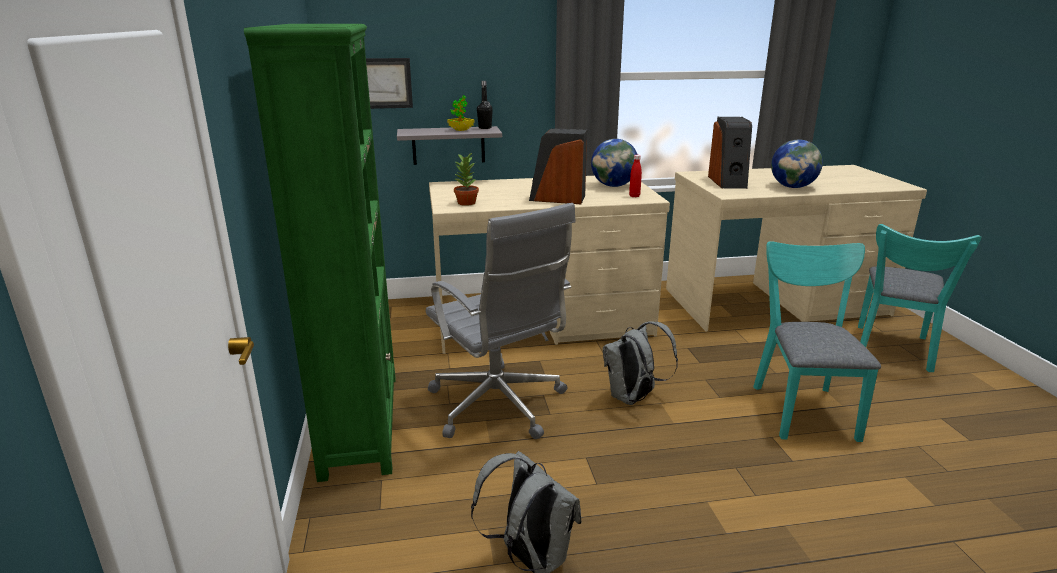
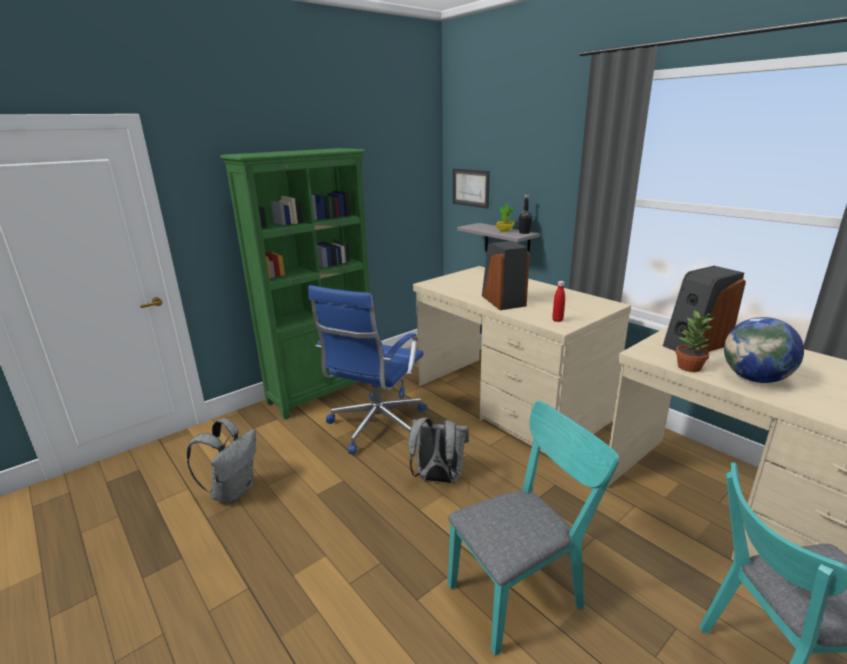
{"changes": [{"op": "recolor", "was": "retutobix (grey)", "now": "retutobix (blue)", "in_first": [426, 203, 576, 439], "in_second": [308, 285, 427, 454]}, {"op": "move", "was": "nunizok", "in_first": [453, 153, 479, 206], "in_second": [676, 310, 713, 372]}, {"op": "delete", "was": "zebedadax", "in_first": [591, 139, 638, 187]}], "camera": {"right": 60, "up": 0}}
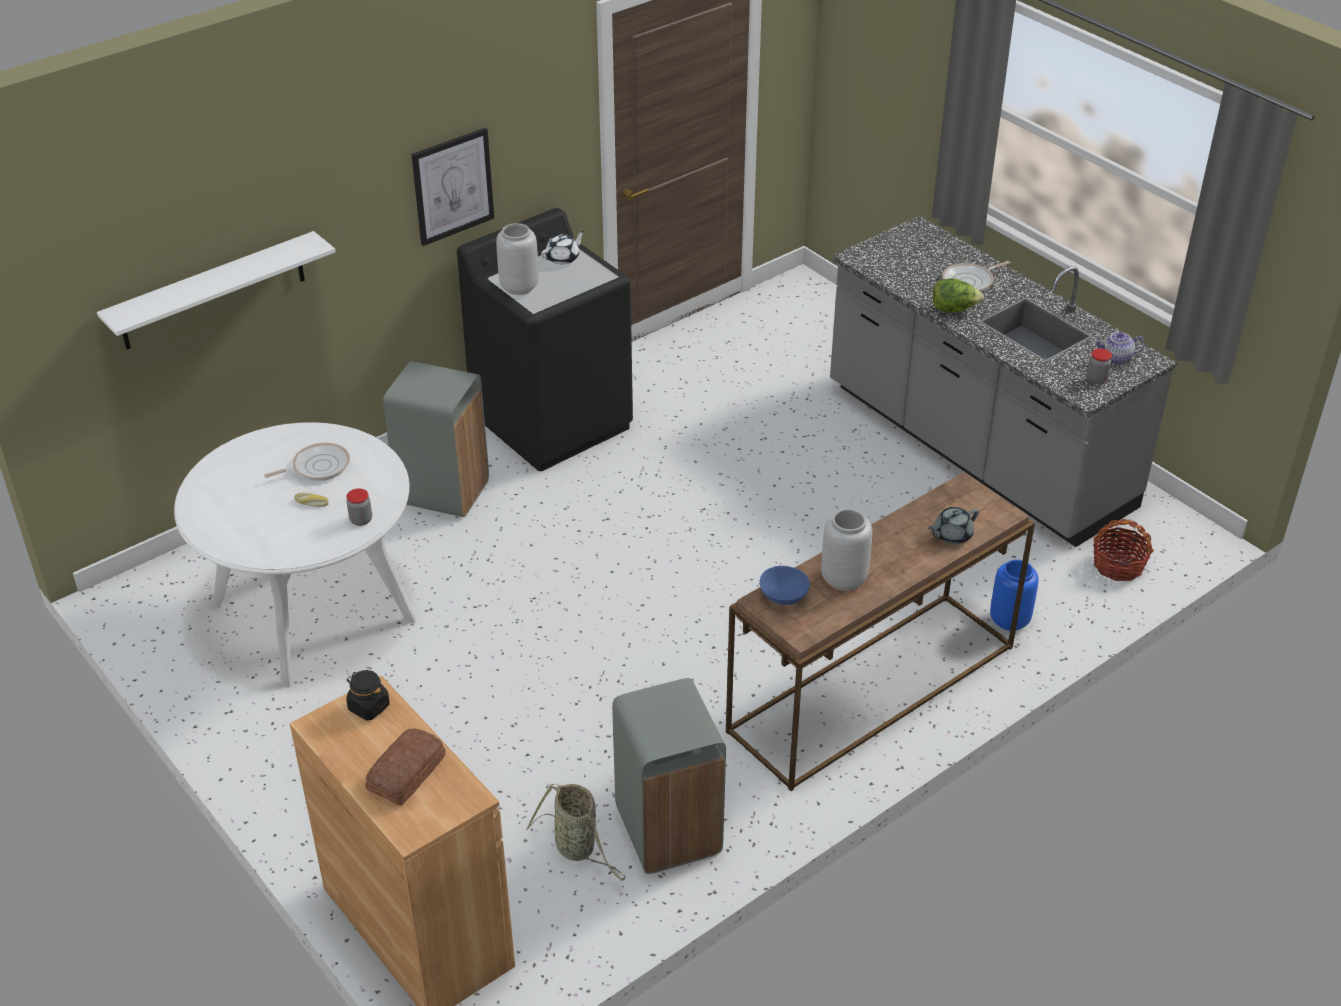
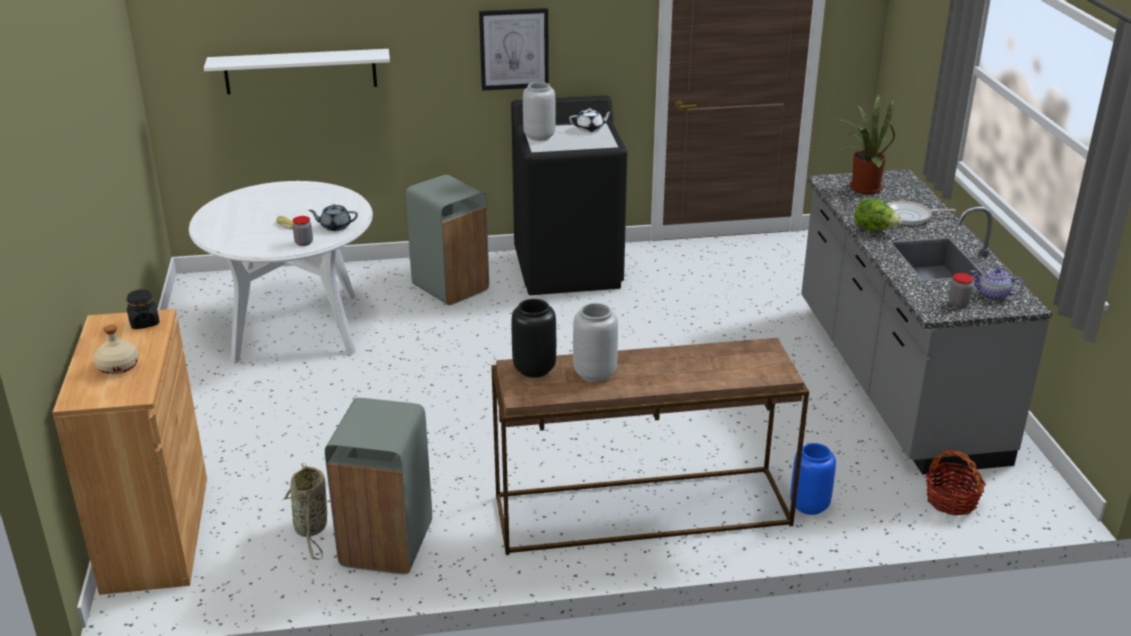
{"changes": [{"op": "delete", "was": "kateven", "in_first": [264, 443, 350, 481]}, {"op": "replace", "was": "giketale", "now": "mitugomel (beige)", "in_first": [365, 728, 446, 806], "in_second": [93, 325, 139, 374]}, {"op": "replace", "was": "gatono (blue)", "now": "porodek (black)", "in_first": [759, 566, 810, 605], "in_second": [511, 299, 556, 378]}, {"op": "move", "was": "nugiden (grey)", "in_first": [928, 507, 979, 544], "in_second": [308, 204, 358, 231]}, {"op": "insert", "now": "nunizok", "in_second": [838, 94, 895, 194]}], "camera": {"right": 30, "up": -10}}
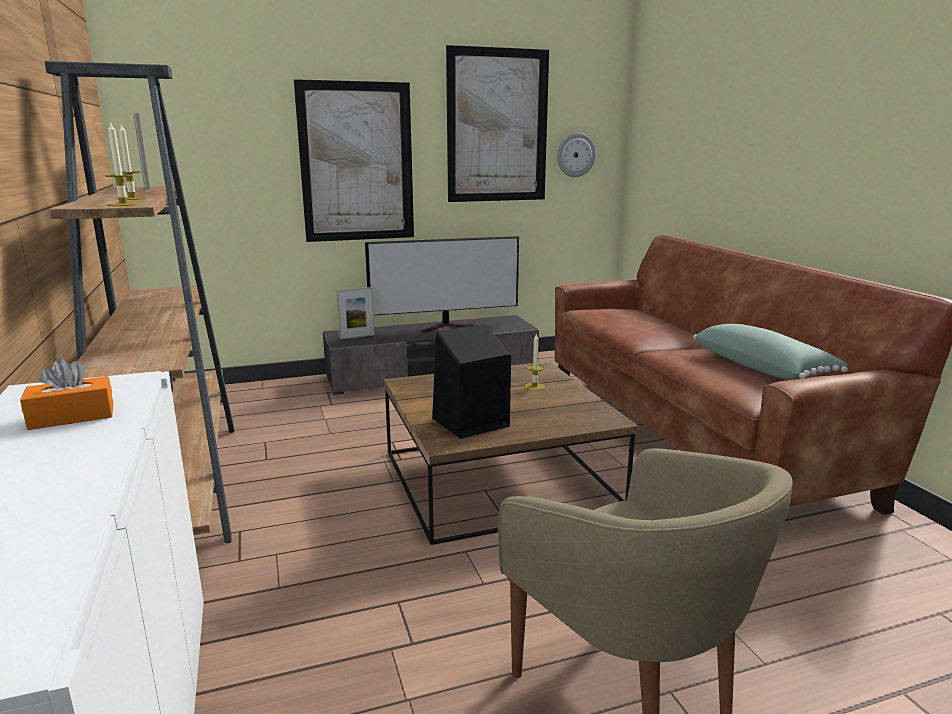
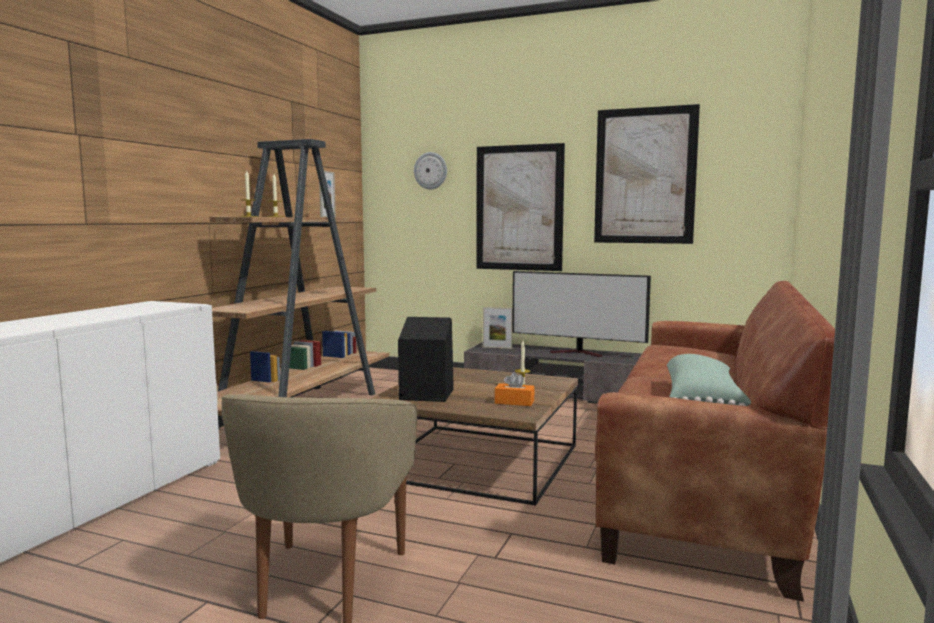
{"changes": [{"op": "move", "was": "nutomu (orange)", "in_first": [20, 358, 114, 430], "in_second": [495, 372, 535, 406]}, {"op": "move", "was": "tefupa", "in_first": [557, 133, 596, 177], "in_second": [414, 152, 447, 189]}], "camera": {"right": 40, "up": -10}}
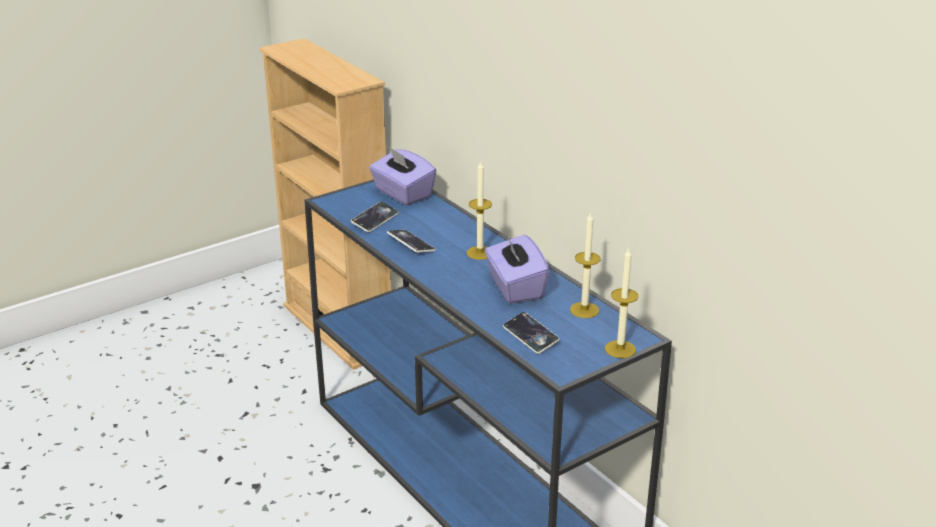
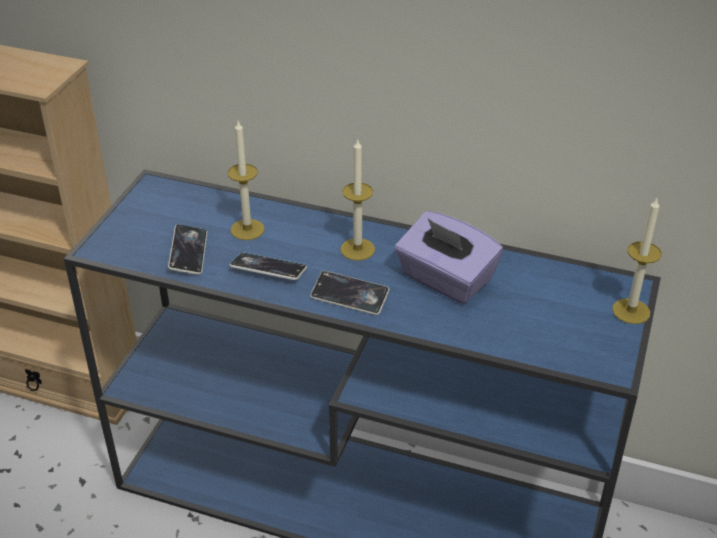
{"changes": [{"op": "delete", "was": "nutomu (purple)", "in_first": [369, 147, 436, 205]}, {"op": "move", "was": "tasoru", "in_first": [503, 312, 560, 354], "in_second": [310, 271, 390, 315]}, {"op": "move", "was": "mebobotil", "in_first": [570, 212, 601, 318], "in_second": [228, 121, 265, 240]}], "camera": {"right": -35, "up": 10}}
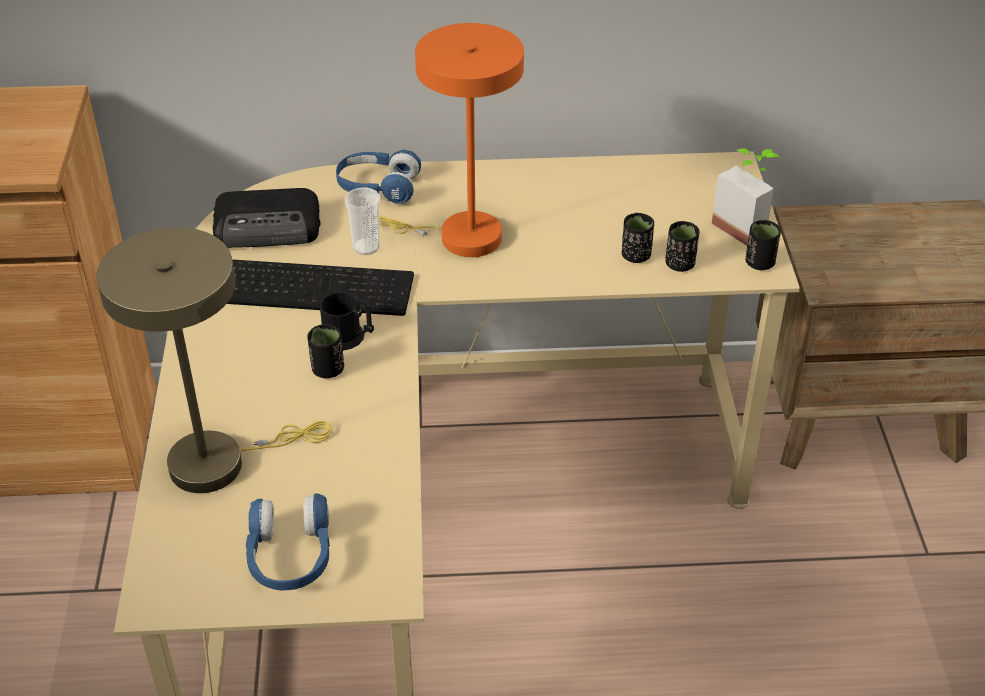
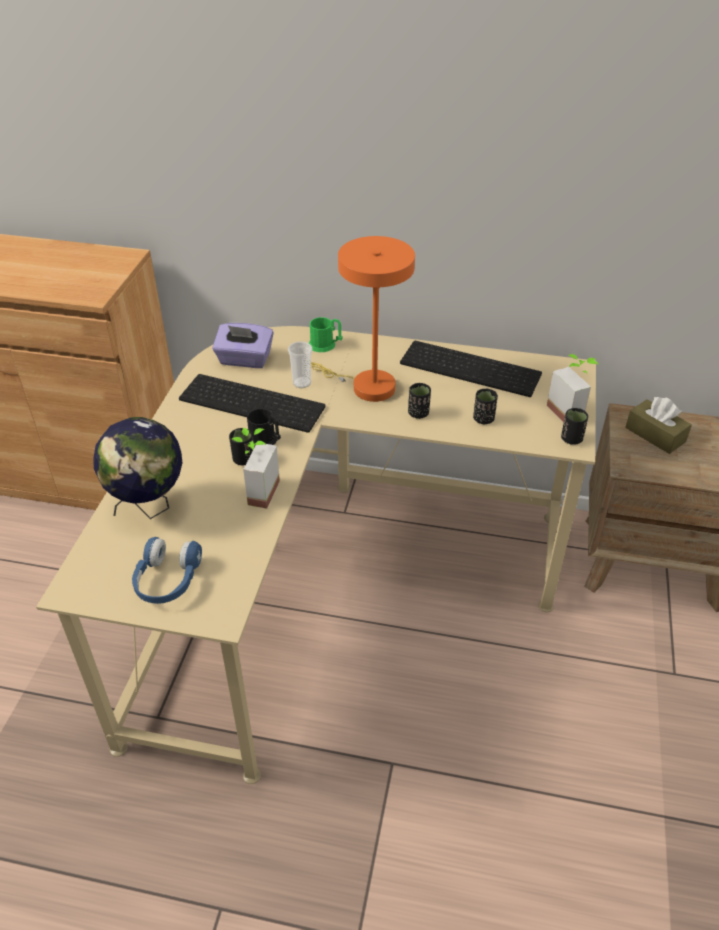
{"changes": [{"op": "replace", "was": "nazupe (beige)", "now": "zebedadax", "in_first": [96, 227, 331, 493], "in_second": [94, 417, 182, 519]}, {"op": "replace", "was": "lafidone", "now": "nutomu (purple)", "in_first": [213, 188, 321, 248], "in_second": [212, 323, 274, 368]}, {"op": "replace", "was": "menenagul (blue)", "now": "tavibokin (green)", "in_first": [336, 150, 421, 204], "in_second": [309, 317, 342, 352]}, {"op": "move", "was": "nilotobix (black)", "in_first": [665, 221, 699, 272], "in_second": [408, 383, 431, 419]}, {"op": "insert", "now": "nunizok", "in_second": [232, 428, 280, 509]}, {"op": "insert", "now": "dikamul", "in_second": [400, 341, 542, 397]}, {"op": "insert", "now": "nutomu (brown)", "in_second": [625, 397, 692, 454]}], "camera": {"right": 15, "up": 0}}
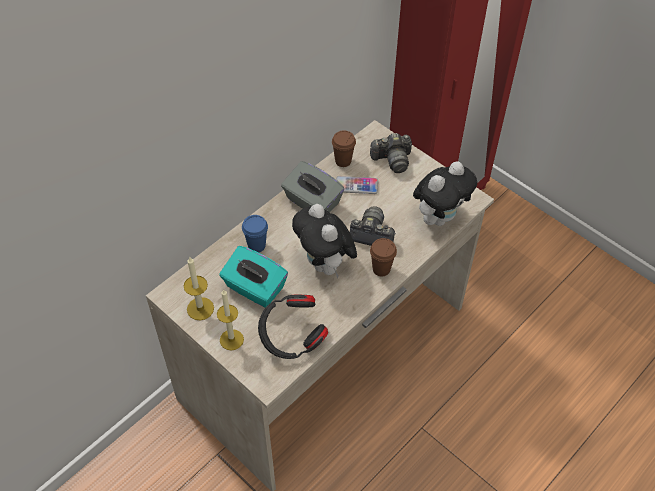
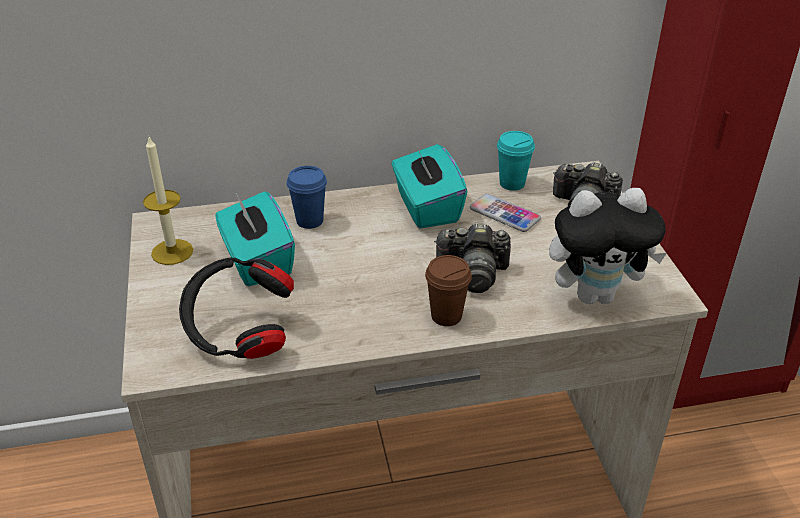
{"changes": [{"op": "delete", "was": "mebobotil", "in_first": [217, 289, 244, 351]}, {"op": "recolor", "was": "nutomu (grey)", "now": "nutomu (turquoise)", "in_first": [281, 161, 344, 212], "in_second": [391, 144, 467, 228]}, {"op": "delete", "was": "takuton", "in_first": [292, 204, 357, 278]}, {"op": "recolor", "was": "nilotobix (brown)", "now": "nilotobix (turquoise)", "in_first": [332, 130, 356, 167], "in_second": [497, 131, 535, 191]}, {"op": "rotate", "was": "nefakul", "in_first": [350, 206, 396, 246], "in_second": [434, 223, 511, 293], "clockwise": 135}], "camera": {"right": 35, "up": -15}}
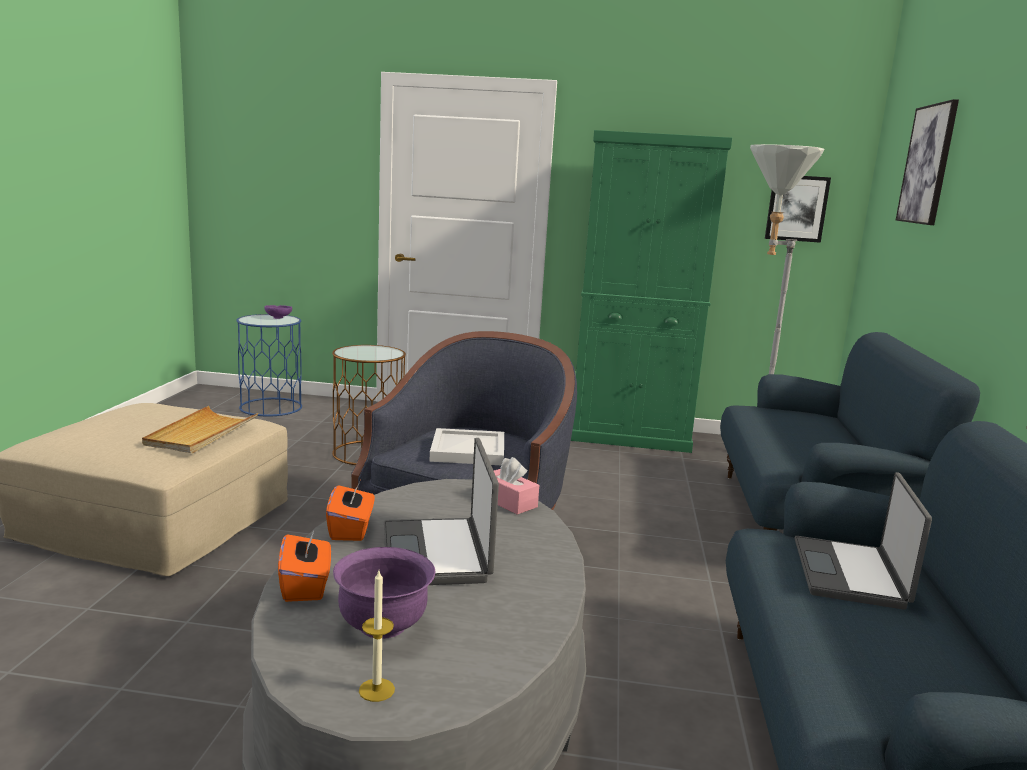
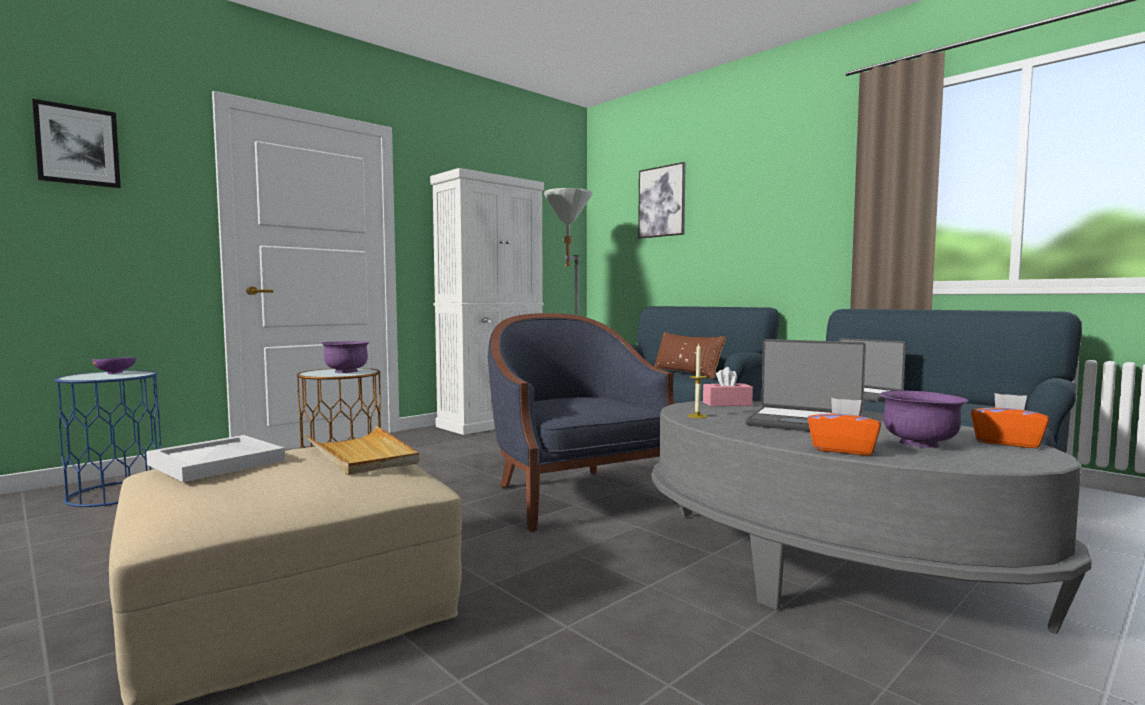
{"changes": [{"op": "move", "was": "nutomu (orange)", "in_first": [326, 480, 375, 541], "in_second": [971, 393, 1049, 448]}, {"op": "move", "was": "mebobotil", "in_first": [359, 571, 395, 702], "in_second": [688, 344, 707, 418]}, {"op": "move", "was": "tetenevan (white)", "in_first": [429, 428, 504, 465], "in_second": [146, 435, 285, 482]}, {"op": "recolor", "was": "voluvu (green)", "now": "voluvu (white)", "in_first": [571, 130, 732, 453], "in_second": [430, 168, 544, 435]}, {"op": "move", "was": "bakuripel", "in_first": [765, 176, 831, 243], "in_second": [32, 99, 121, 188]}, {"op": "insert", "now": "gatono (purple)", "in_second": [320, 341, 370, 373]}, {"op": "insert", "now": "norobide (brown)", "in_second": [654, 332, 726, 379]}], "camera": {"right": -50, "up": -10}}
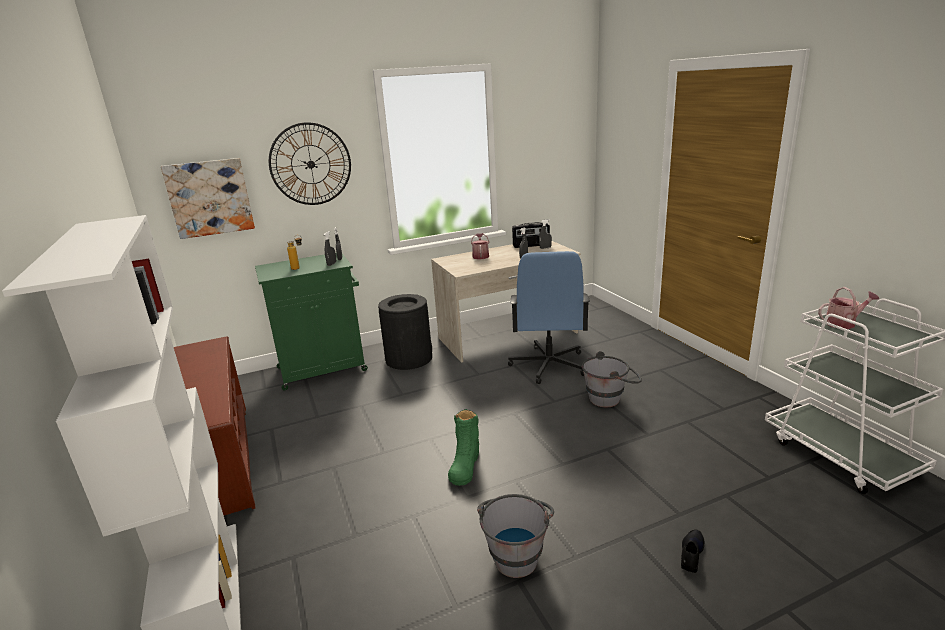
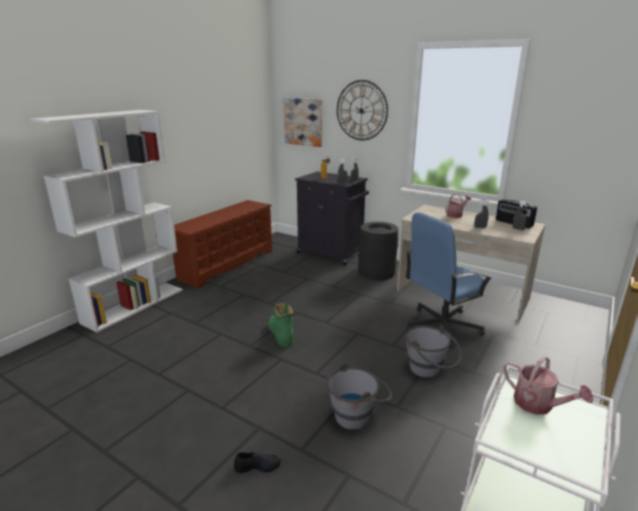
{"changes": [{"op": "recolor", "was": "voluvu (green)", "now": "voluvu (black)", "in_first": [255, 253, 368, 390], "in_second": [295, 171, 369, 265]}, {"op": "rotate", "was": "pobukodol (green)", "in_first": [448, 409, 479, 486], "in_second": [268, 303, 294, 347], "clockwise": 90}, {"op": "move", "was": "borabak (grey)", "in_first": [477, 494, 554, 578], "in_second": [326, 363, 392, 430]}], "camera": {"right": 55, "up": 0}}
